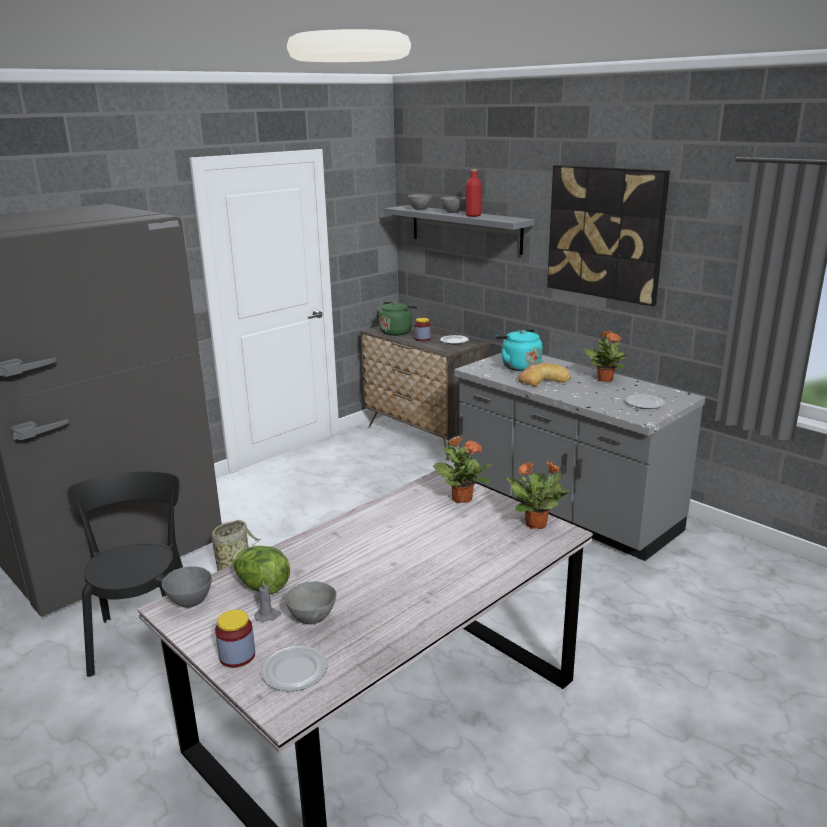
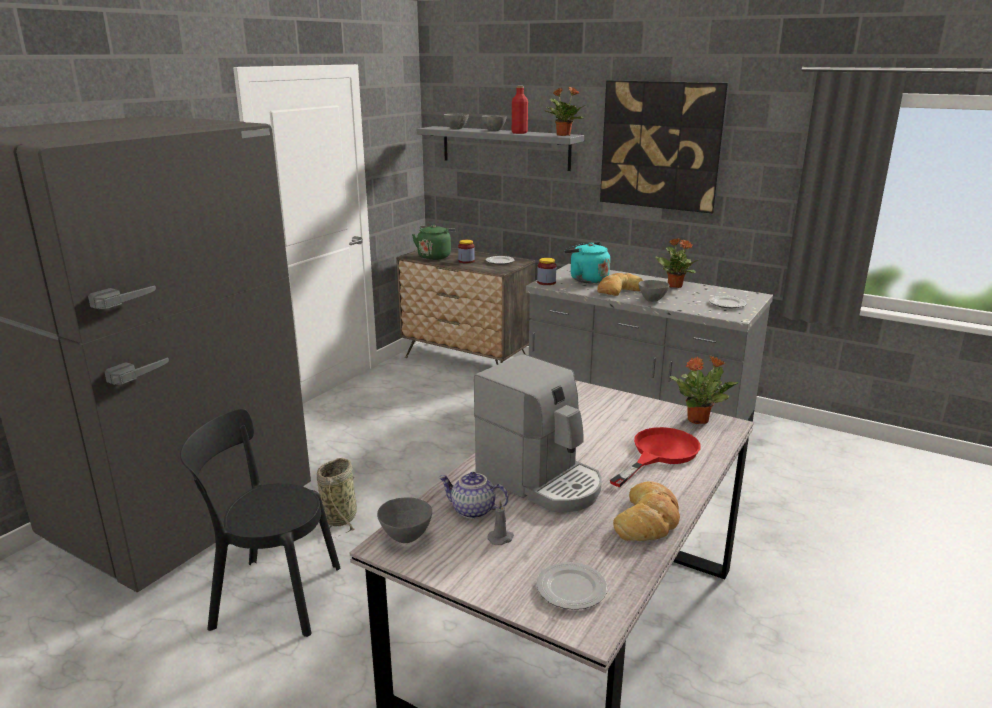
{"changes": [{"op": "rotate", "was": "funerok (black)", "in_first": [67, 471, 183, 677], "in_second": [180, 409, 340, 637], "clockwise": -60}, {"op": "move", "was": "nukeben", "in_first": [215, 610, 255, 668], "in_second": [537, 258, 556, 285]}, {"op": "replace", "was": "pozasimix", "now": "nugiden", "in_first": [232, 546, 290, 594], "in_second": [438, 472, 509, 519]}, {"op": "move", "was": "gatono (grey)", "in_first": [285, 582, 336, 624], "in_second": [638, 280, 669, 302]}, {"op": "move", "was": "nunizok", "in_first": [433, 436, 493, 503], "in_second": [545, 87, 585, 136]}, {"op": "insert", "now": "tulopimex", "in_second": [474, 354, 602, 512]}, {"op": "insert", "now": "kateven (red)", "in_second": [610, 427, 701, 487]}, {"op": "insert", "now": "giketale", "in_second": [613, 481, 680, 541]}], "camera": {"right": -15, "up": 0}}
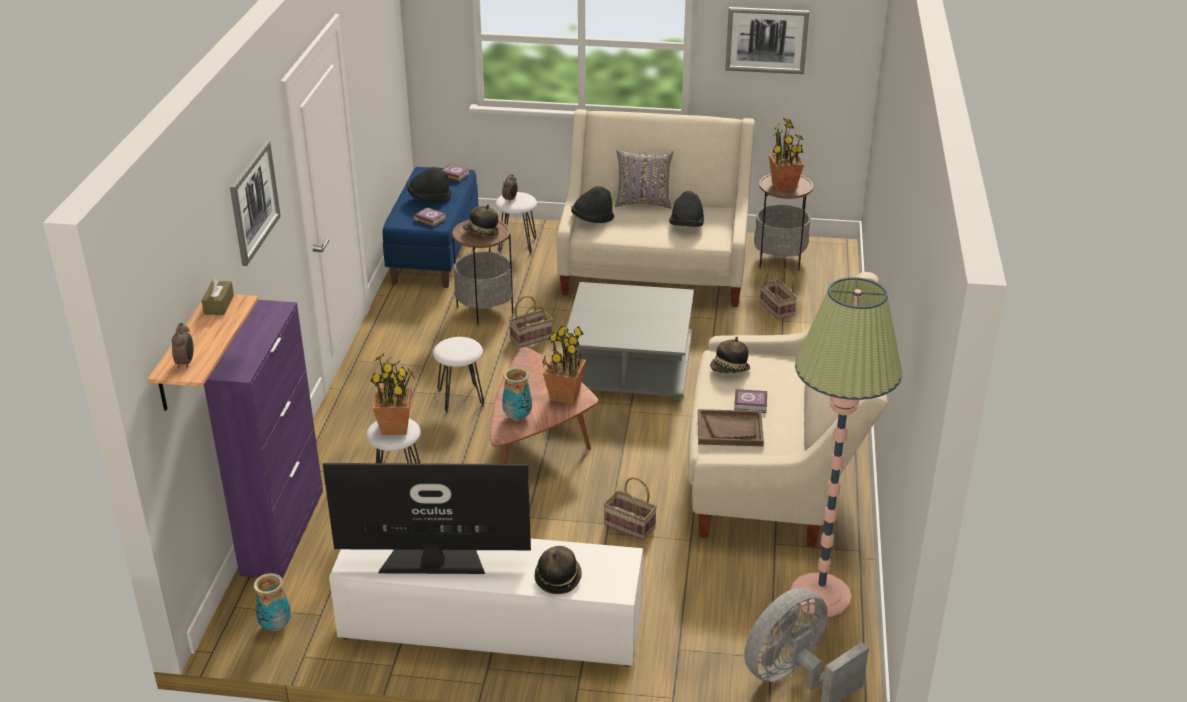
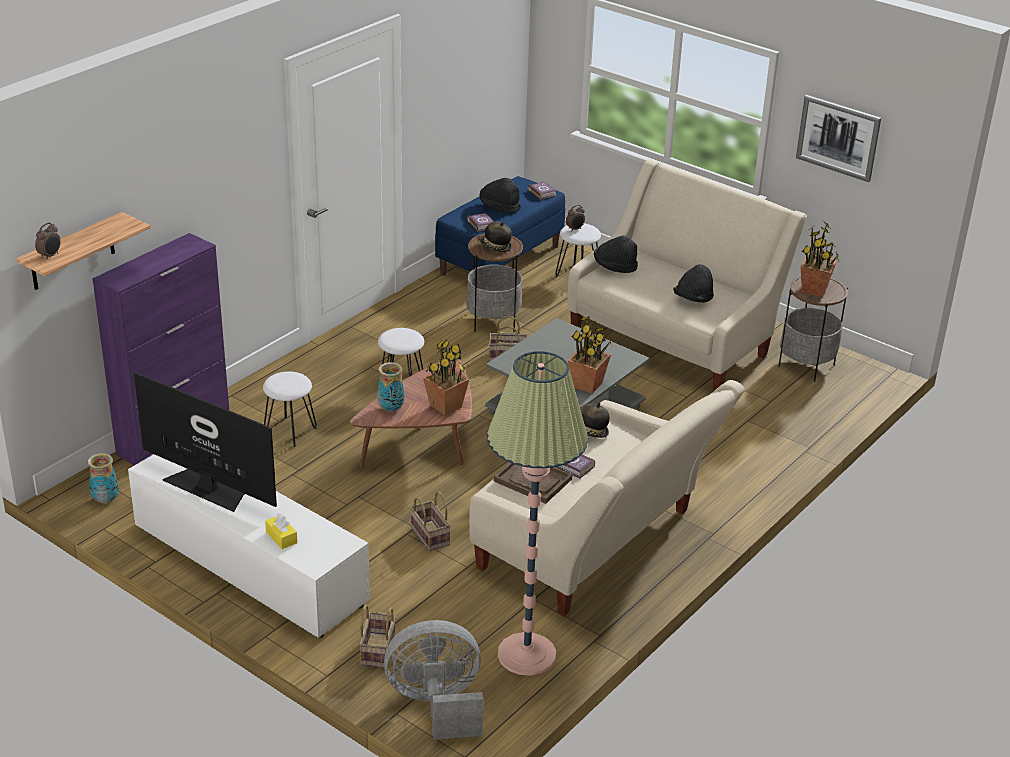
{"changes": [{"op": "delete", "was": "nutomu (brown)", "in_first": [202, 276, 234, 315]}, {"op": "delete", "was": "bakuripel", "in_first": [230, 140, 281, 266]}, {"op": "move", "was": "nunizok", "in_first": [370, 354, 414, 435], "in_second": [568, 316, 612, 394]}, {"op": "replace", "was": "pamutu", "now": "nutomu (yellow)", "in_first": [535, 546, 582, 594], "in_second": [265, 514, 298, 549]}, {"op": "delete", "was": "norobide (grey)", "in_first": [615, 150, 673, 209]}, {"op": "move", "was": "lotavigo", "in_first": [760, 269, 797, 319], "in_second": [359, 604, 396, 668]}], "camera": {"right": 30, "up": 0}}
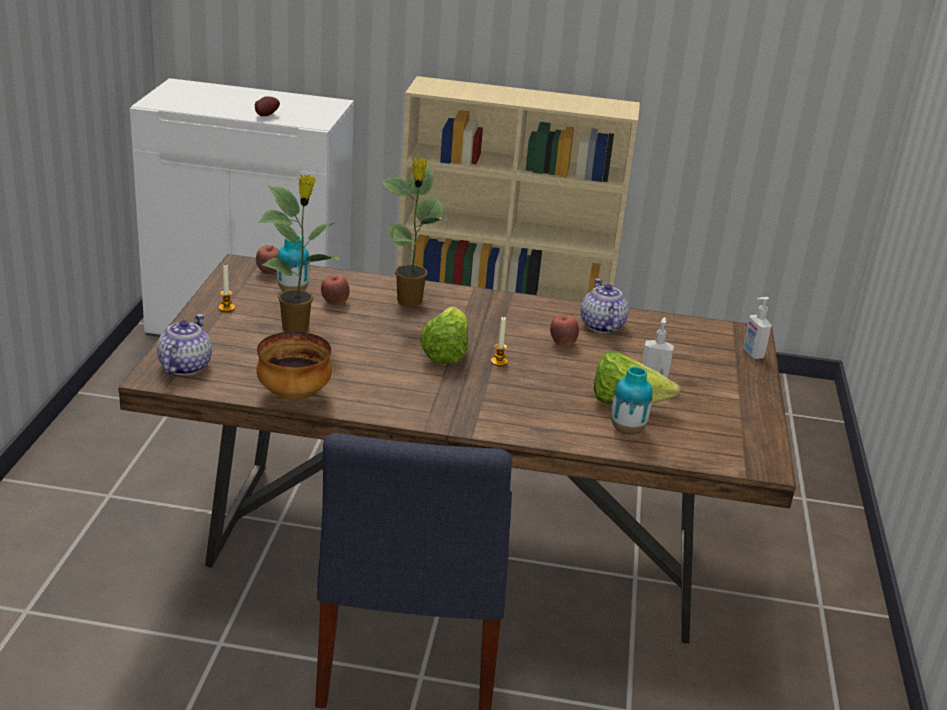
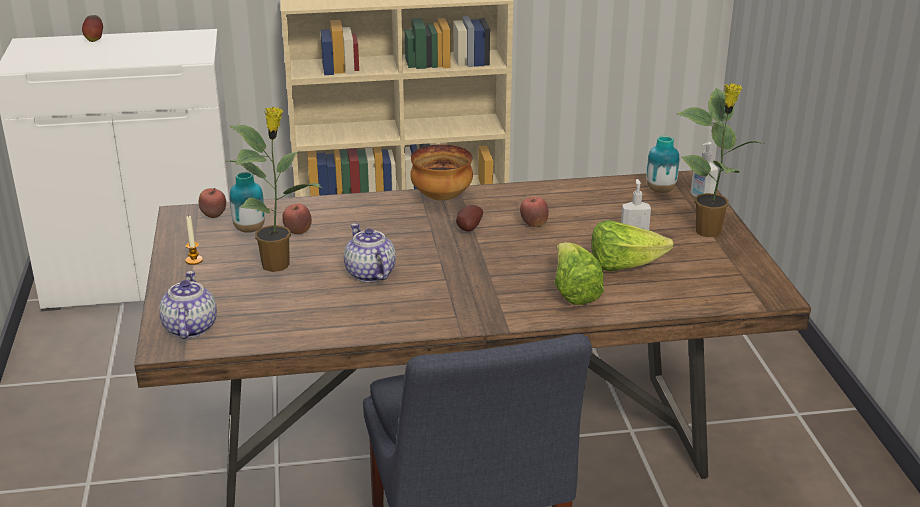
{"changes": [{"op": "move", "was": "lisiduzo", "in_first": [255, 97, 280, 116], "in_second": [456, 205, 483, 232]}, {"op": "move", "was": "gatono", "in_first": [256, 332, 332, 400], "in_second": [410, 144, 473, 201]}, {"op": "move", "was": "nunizok", "in_first": [381, 158, 447, 307], "in_second": [677, 83, 761, 237]}, {"op": "move", "was": "pozasimix", "in_first": [420, 307, 468, 364], "in_second": [554, 242, 604, 305]}, {"op": "delete", "was": "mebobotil", "in_first": [491, 317, 508, 366]}, {"op": "move", "was": "nugiden", "in_first": [581, 279, 629, 333], "in_second": [344, 223, 396, 283]}, {"op": "move", "was": "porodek", "in_first": [611, 366, 653, 435], "in_second": [646, 136, 679, 193]}, {"op": "insert", "now": "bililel", "in_second": [82, 15, 103, 42]}], "camera": {"right": -15, "up": 0}}
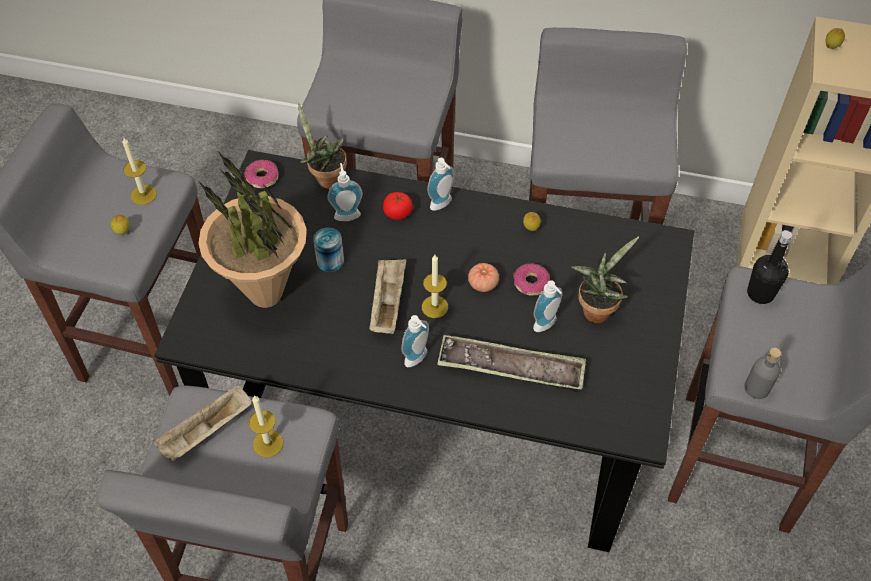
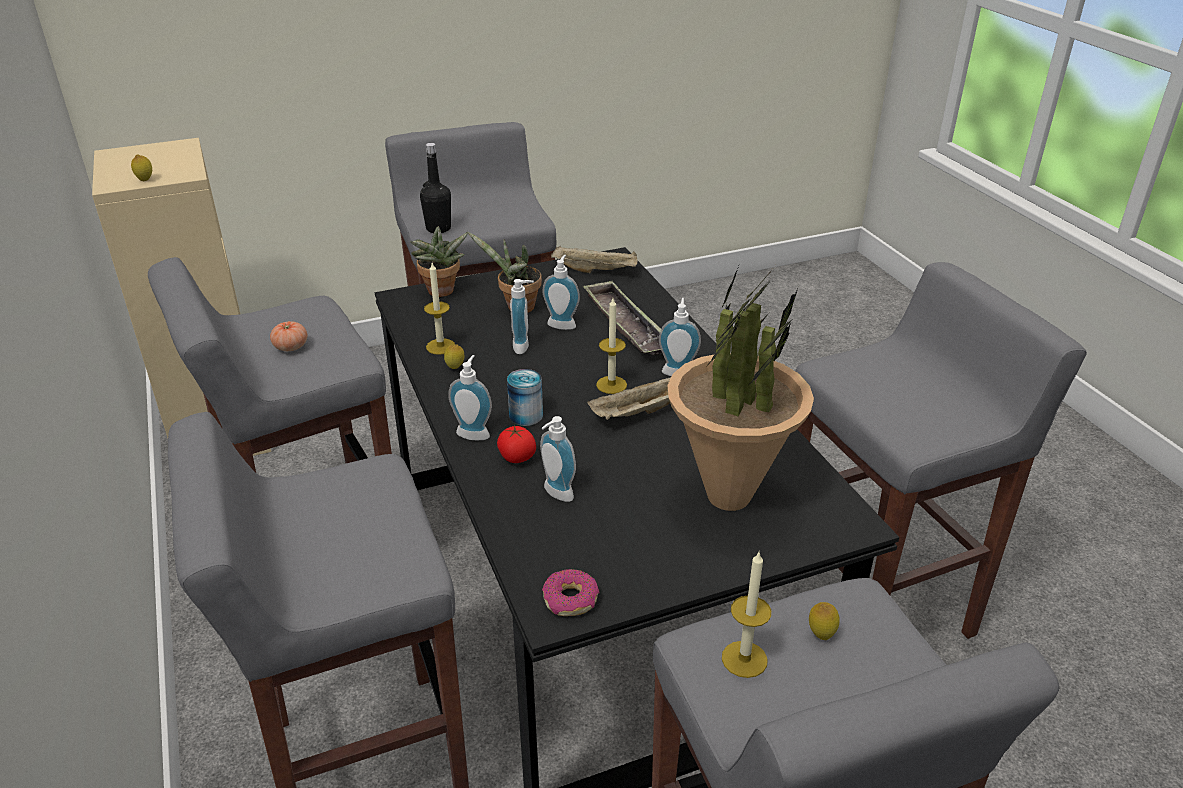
{"changes": [{"op": "move", "was": "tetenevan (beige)", "in_first": [153, 385, 251, 462], "in_second": [551, 246, 637, 273]}, {"op": "move", "was": "mebobotil", "in_first": [249, 395, 283, 457], "in_second": [424, 263, 455, 355]}, {"op": "move", "was": "nunizok", "in_first": [298, 103, 347, 189], "in_second": [410, 226, 468, 297]}, {"op": "move", "was": "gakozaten", "in_first": [313, 228, 344, 272], "in_second": [507, 369, 543, 426]}, {"op": "move", "was": "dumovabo", "in_first": [468, 263, 499, 292], "in_second": [270, 321, 307, 351]}, {"op": "replace", "was": "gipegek", "now": "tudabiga", "in_first": [513, 263, 550, 296], "in_second": [510, 279, 534, 354]}, {"op": "delete", "was": "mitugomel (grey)", "in_first": [744, 348, 781, 399]}], "camera": {"right": -125, "up": -20}}
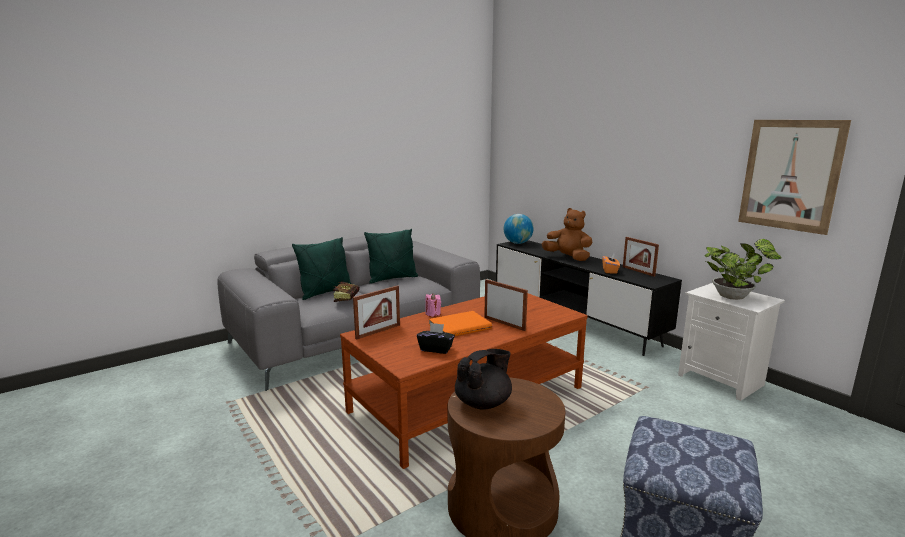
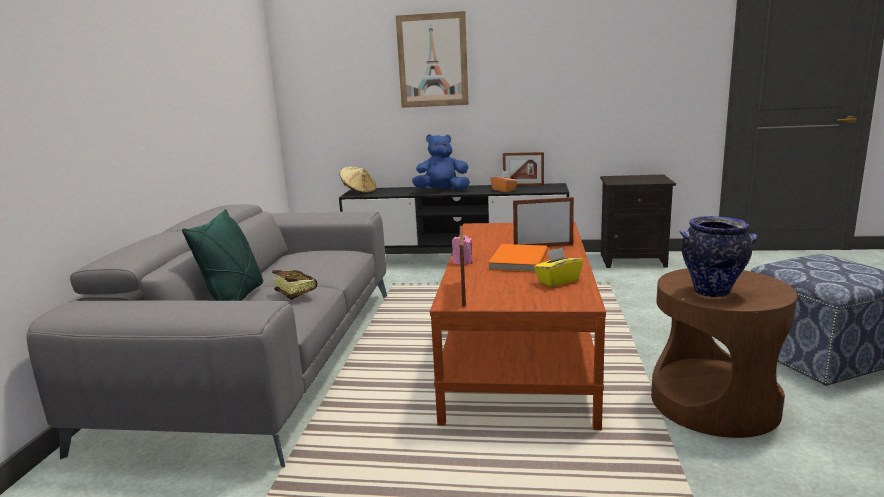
{"changes": [{"op": "delete", "was": "norobide (green)", "in_first": [364, 229, 418, 284]}, {"op": "recolor", "was": "nutomu (black)", "now": "nutomu (yellow)", "in_first": [417, 322, 455, 354], "in_second": [534, 247, 583, 287]}, {"op": "replace", "was": "nugiden (black)", "now": "porodek", "in_first": [455, 349, 512, 410], "in_second": [679, 216, 758, 298]}, {"op": "replace", "was": "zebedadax", "now": "pamutu (beige)", "in_first": [504, 214, 534, 244], "in_second": [340, 167, 376, 194]}, {"op": "recolor", "was": "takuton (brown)", "now": "takuton (blue)", "in_first": [542, 208, 592, 261], "in_second": [412, 134, 470, 190]}, {"op": "recolor", "was": "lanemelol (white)", "now": "lanemelol (black)", "in_first": [678, 283, 785, 401], "in_second": [600, 175, 676, 268]}, {"op": "delete", "was": "nunizok", "in_first": [705, 239, 781, 300]}, {"op": "move", "was": "bakuripel", "in_first": [738, 120, 851, 235], "in_second": [396, 11, 469, 108]}], "camera": {"right": -45, "up": 0}}
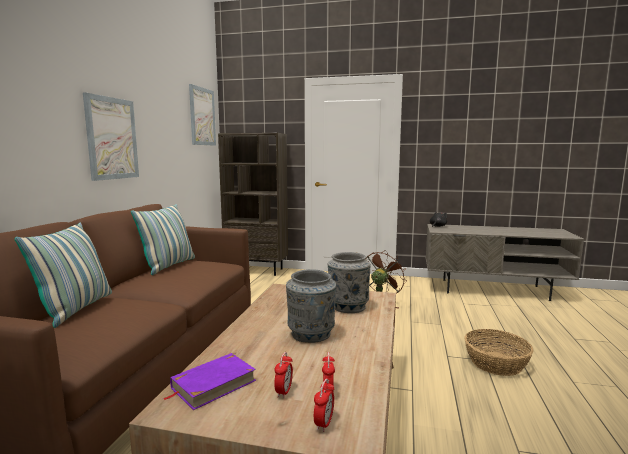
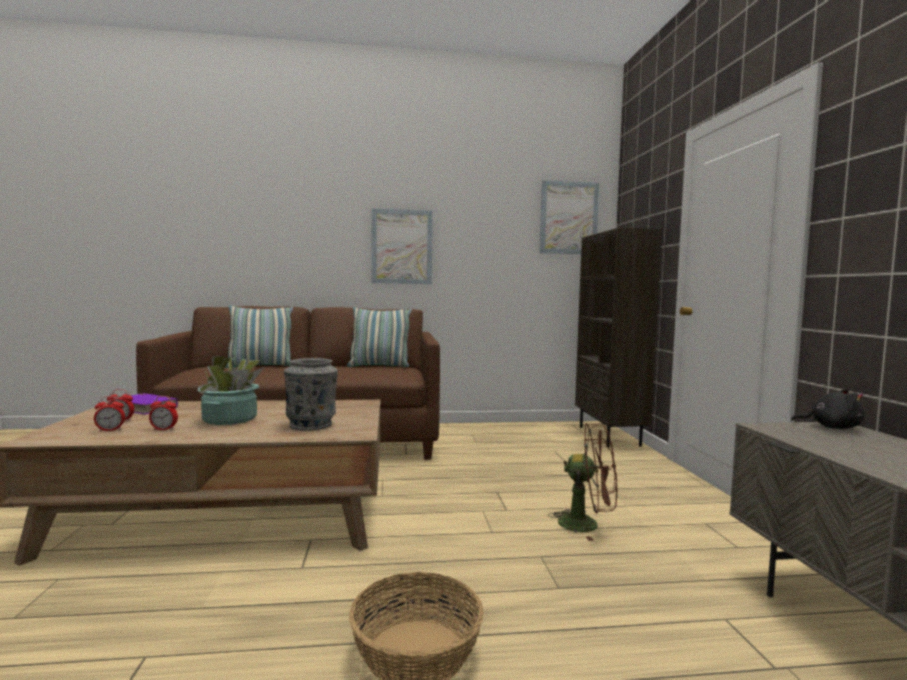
{"changes": [{"op": "replace", "was": "porodek (grey)", "now": "nunizok", "in_first": [286, 269, 336, 343], "in_second": [198, 356, 265, 425]}, {"op": "move", "was": "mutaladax", "in_first": [314, 379, 334, 432], "in_second": [149, 396, 178, 430]}], "camera": {"right": 70, "up": -5}}
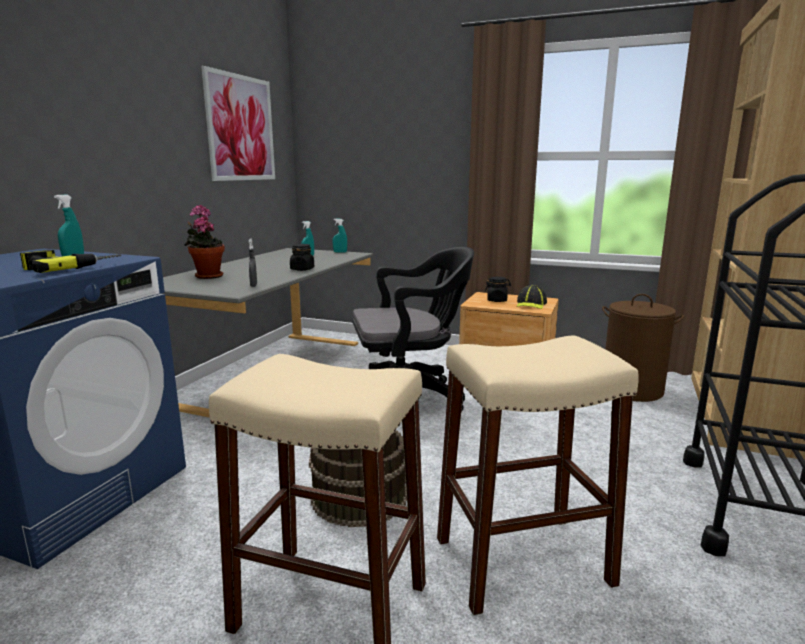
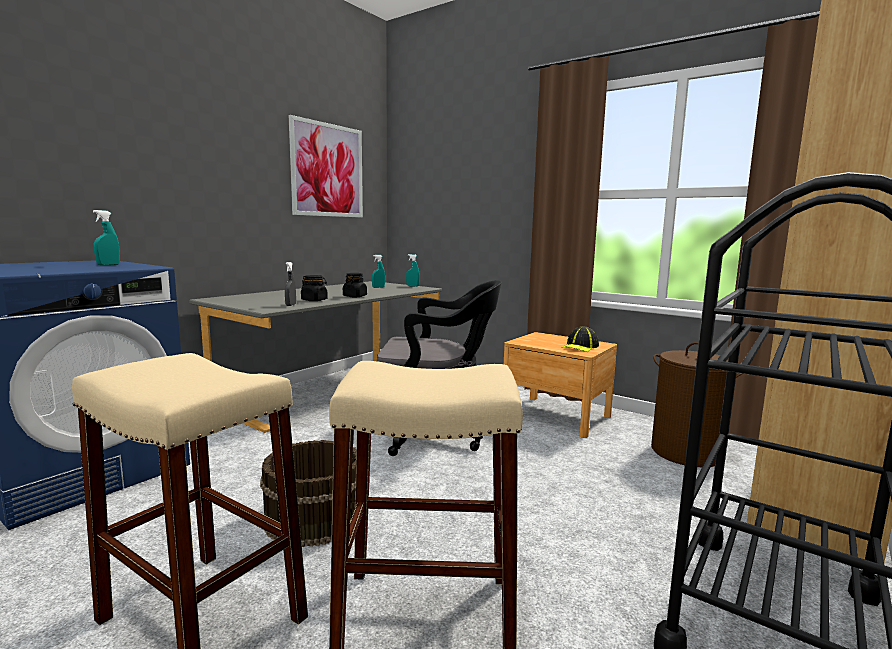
{"changes": [{"op": "delete", "was": "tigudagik", "in_first": [20, 250, 121, 273]}, {"op": "delete", "was": "nunizok", "in_first": [184, 205, 225, 279]}, {"op": "move", "was": "nukeben (black)", "in_first": [485, 277, 511, 302], "in_second": [301, 275, 328, 301]}], "camera": {"right": 15, "up": -5}}
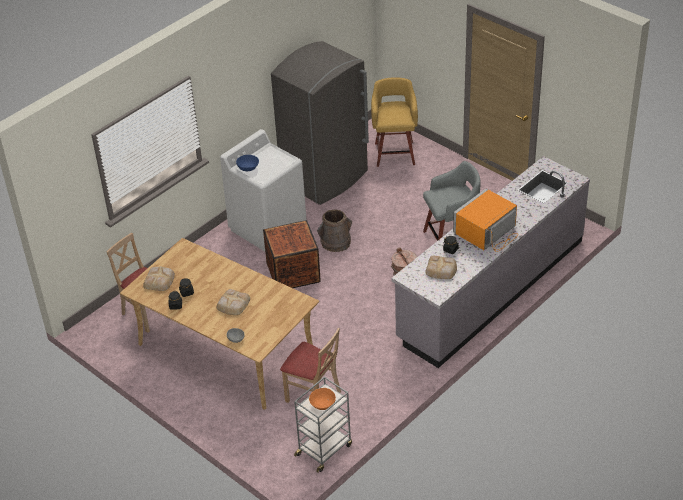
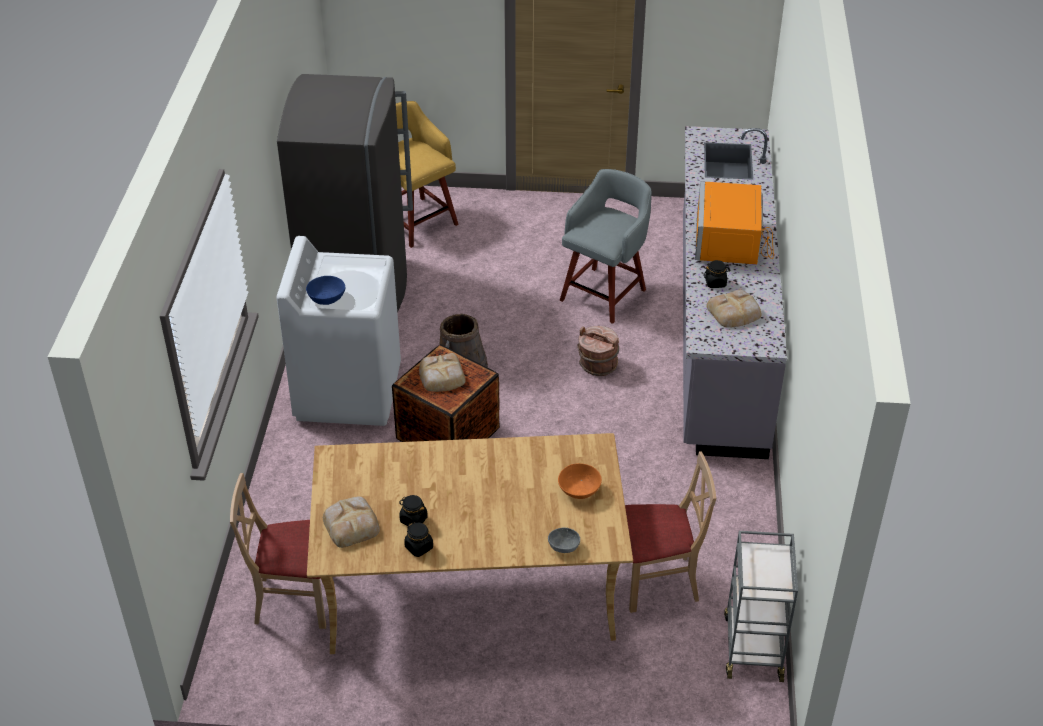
{"changes": [{"op": "move", "was": "giketale", "in_first": [217, 289, 250, 315], "in_second": [419, 353, 466, 392]}, {"op": "move", "was": "gatono (orange)", "in_first": [309, 388, 336, 410], "in_second": [558, 463, 602, 499]}], "camera": {"right": -40, "up": 0}}
